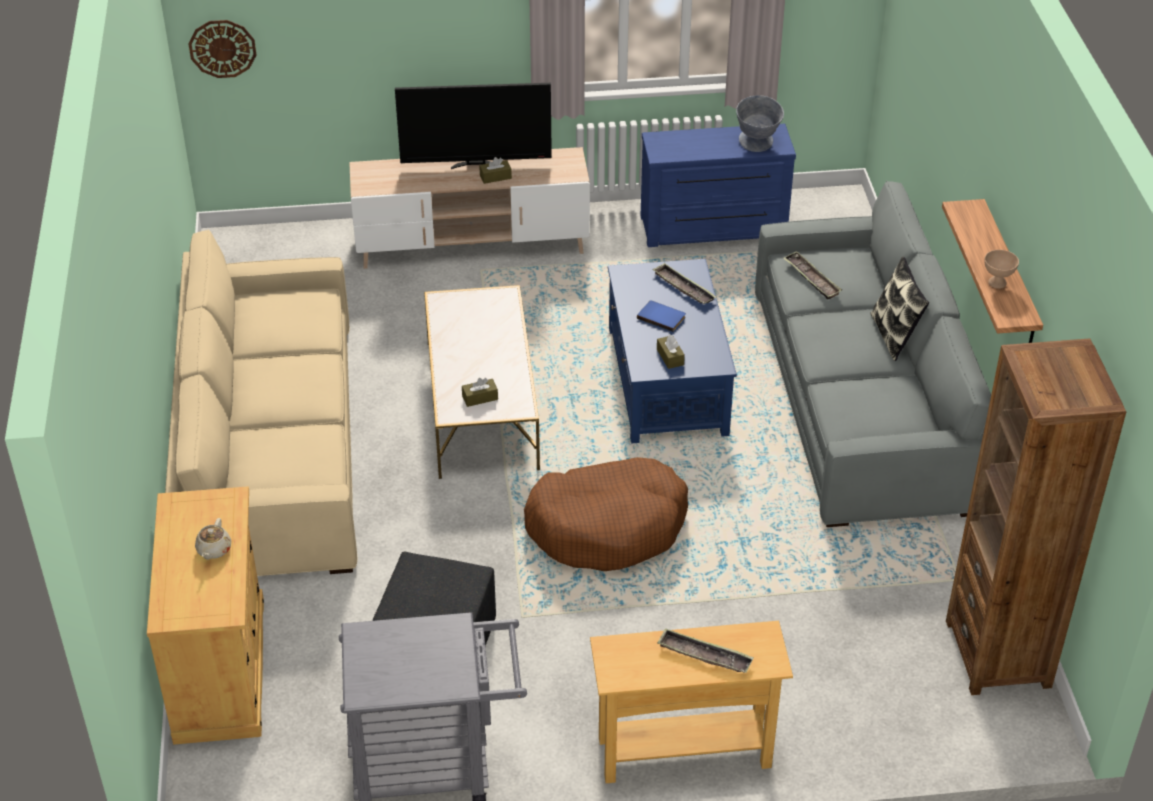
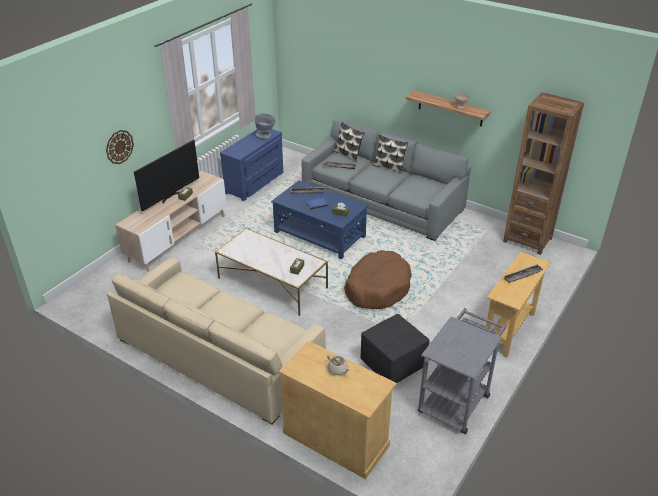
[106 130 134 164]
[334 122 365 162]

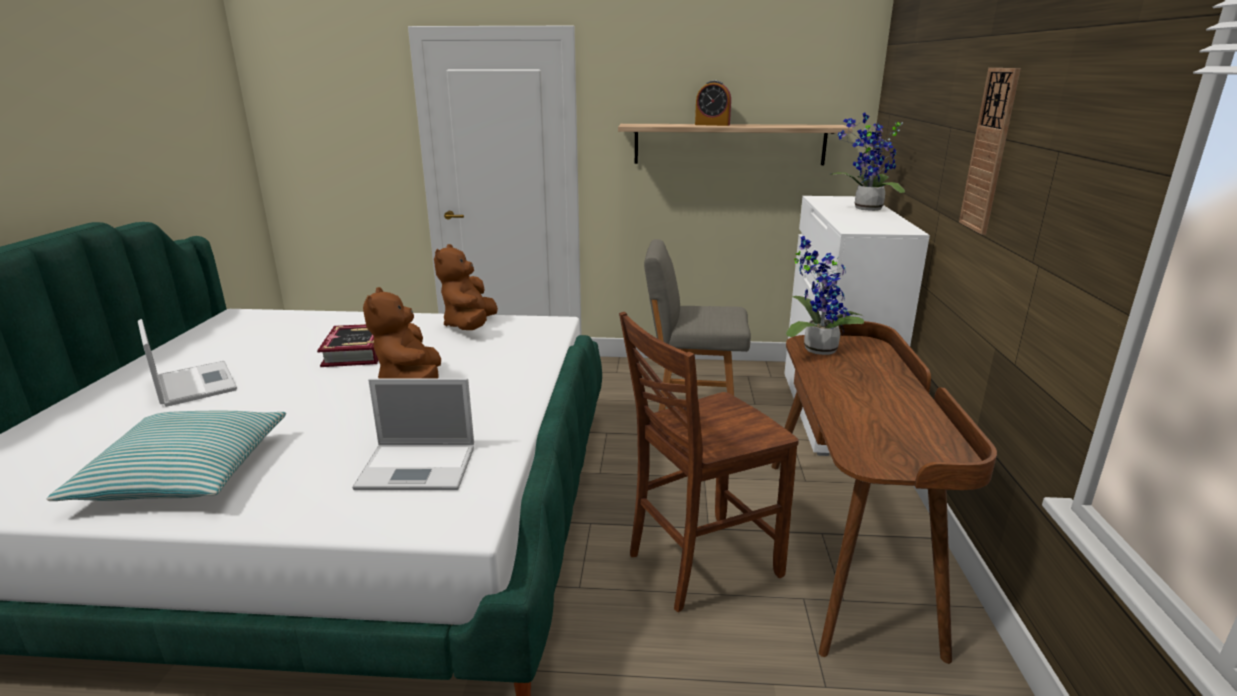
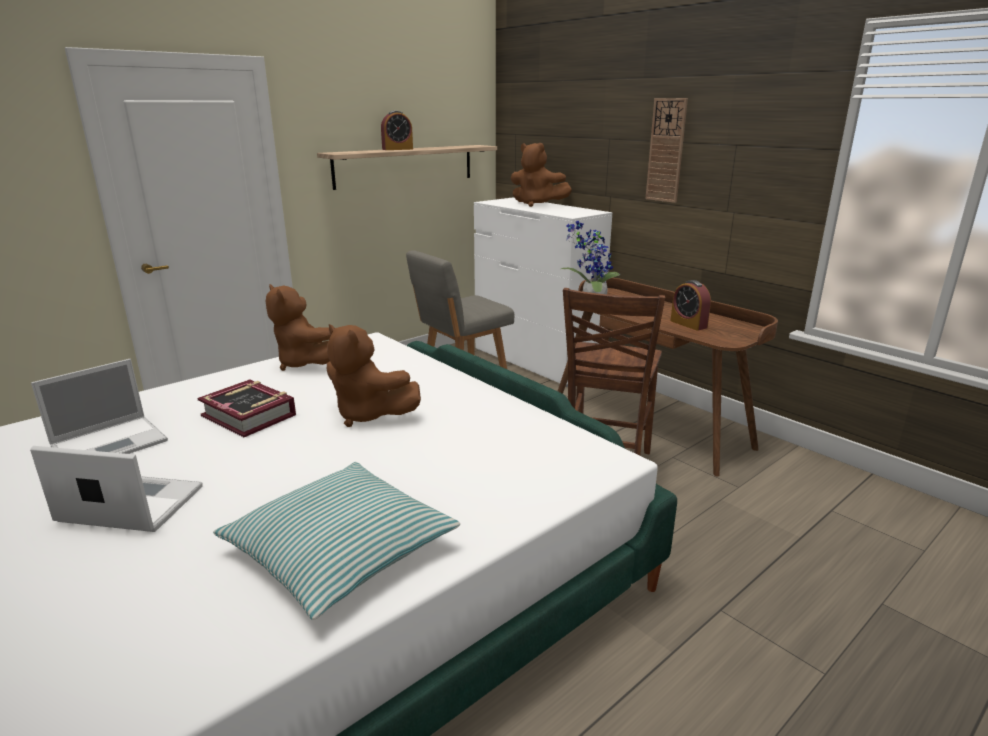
[31 359 168 454]
[511 143 572 207]
[671 280 711 331]

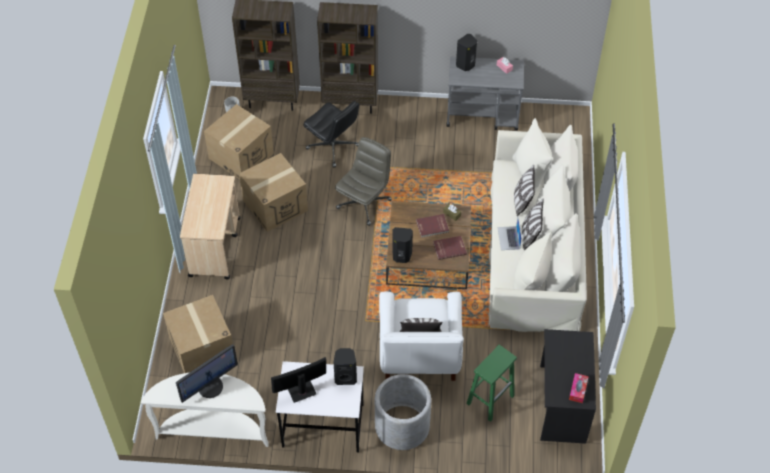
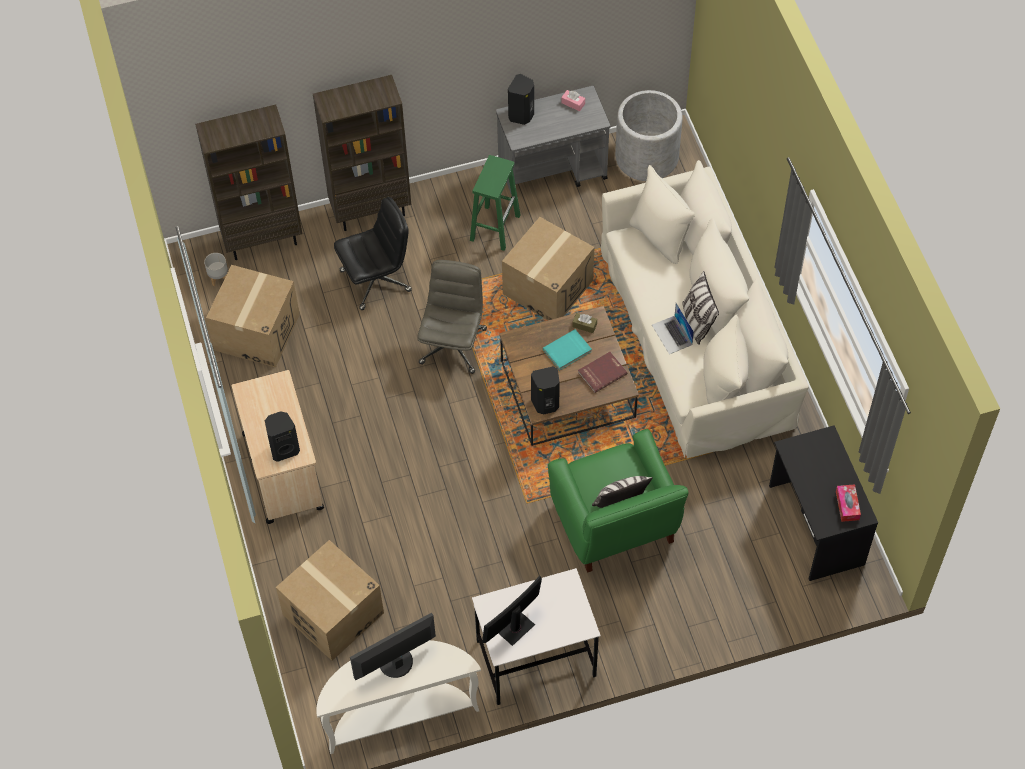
[350 613 436 680]
[502 217 594 320]
[334 197 412 310]
[265 411 300 462]
[615 90 683 181]
[548 429 689 573]
[543 329 592 370]
[470 155 520 251]
[514 165 535 216] (first image)

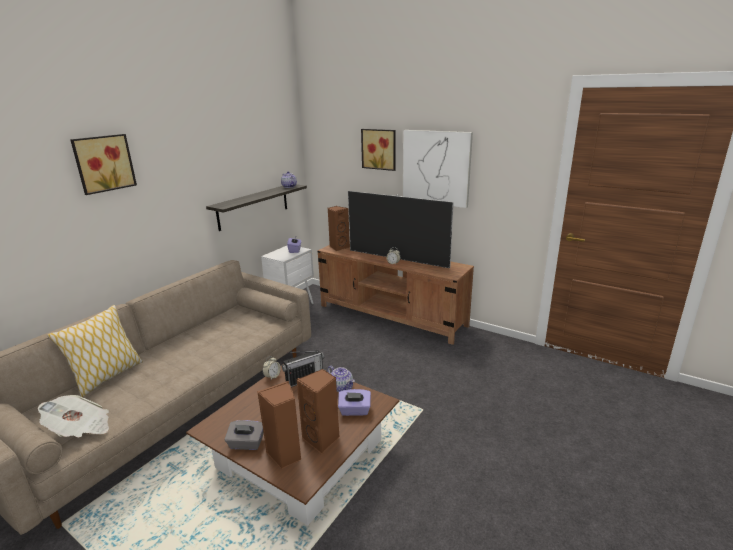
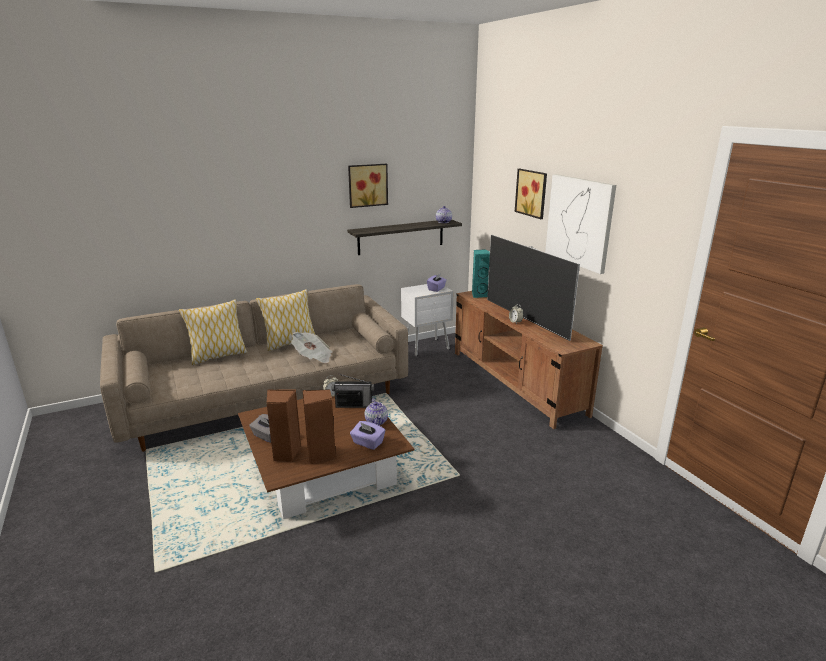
[291 332 333 363]
[348 164 388 208]
[472 249 490 298]
[256 289 315 351]

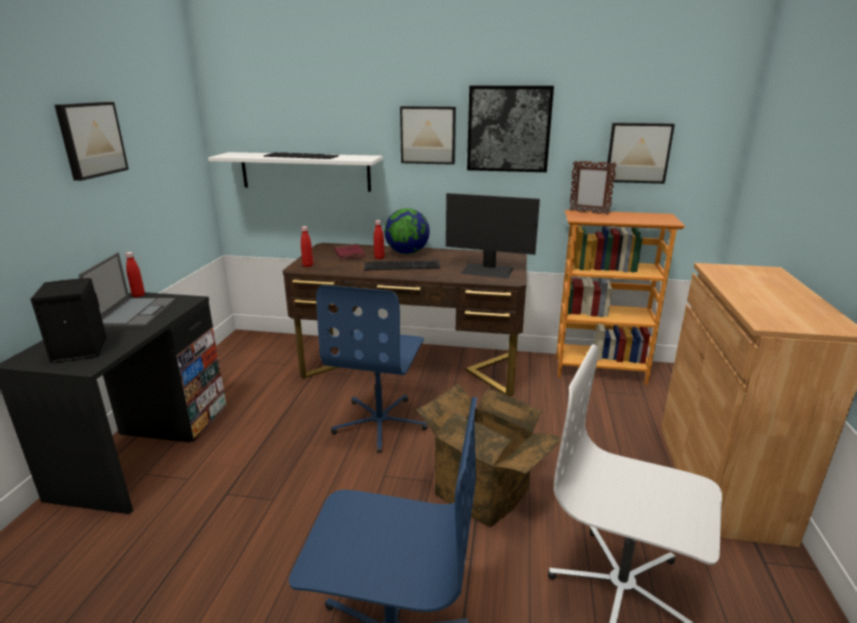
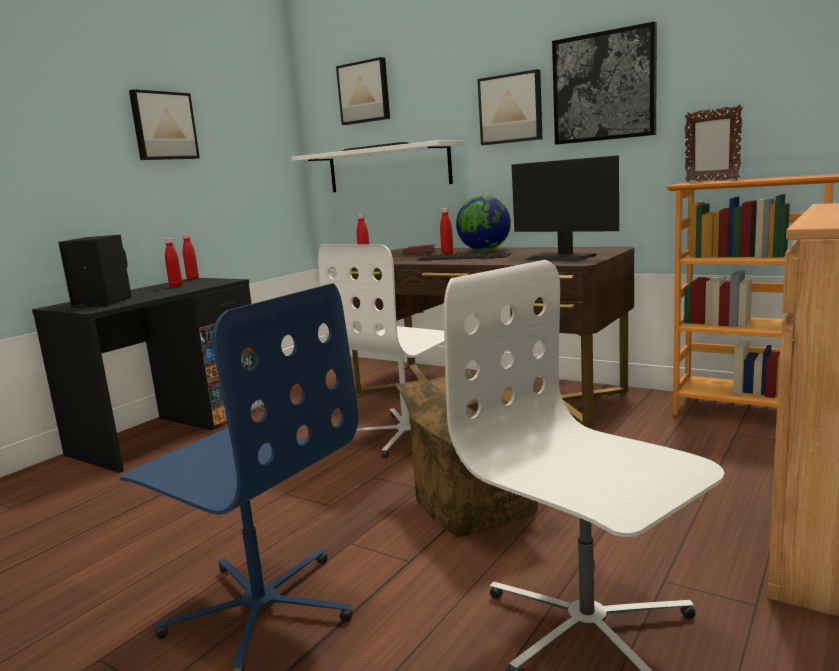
[165 238 182 287]
[318 244 445 458]
[336 57 390 125]

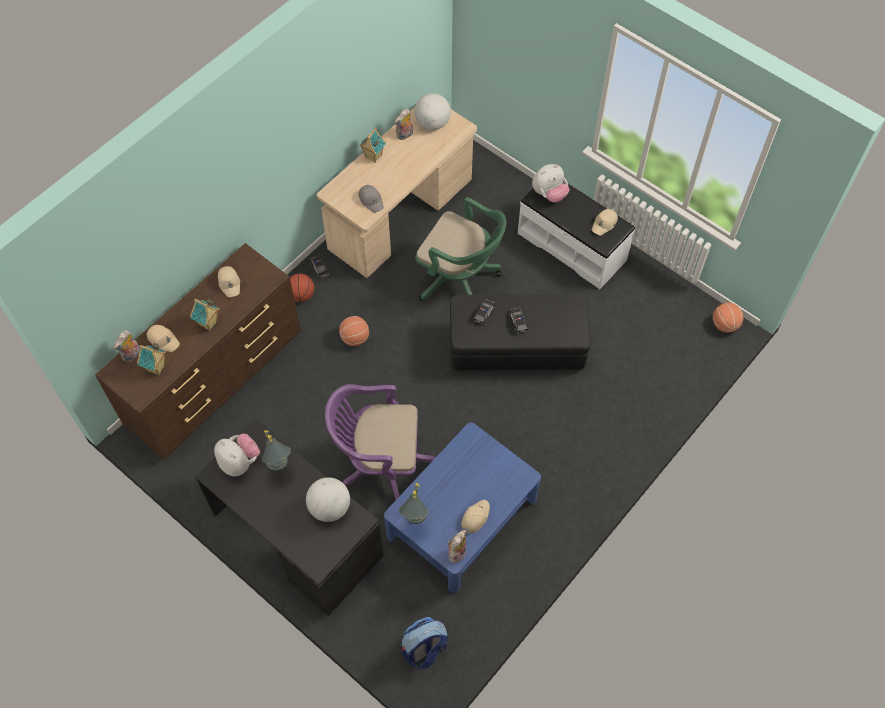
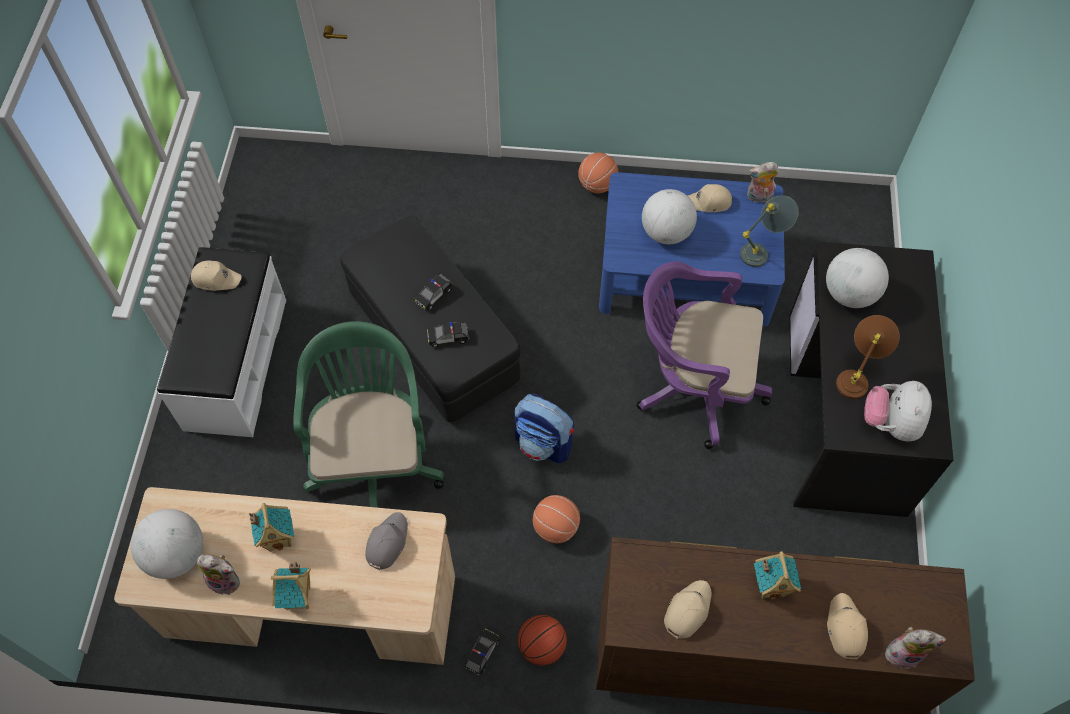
[249 503 294 552]
[836 315 900 399]
[637 261 772 449]
[514 394 574 464]
[532 164 569 203] (first image)
[578 152 618 194]
[642 189 697 244]

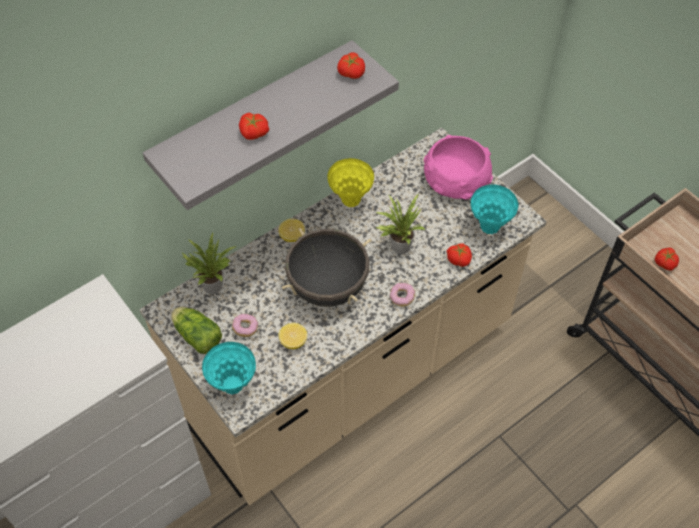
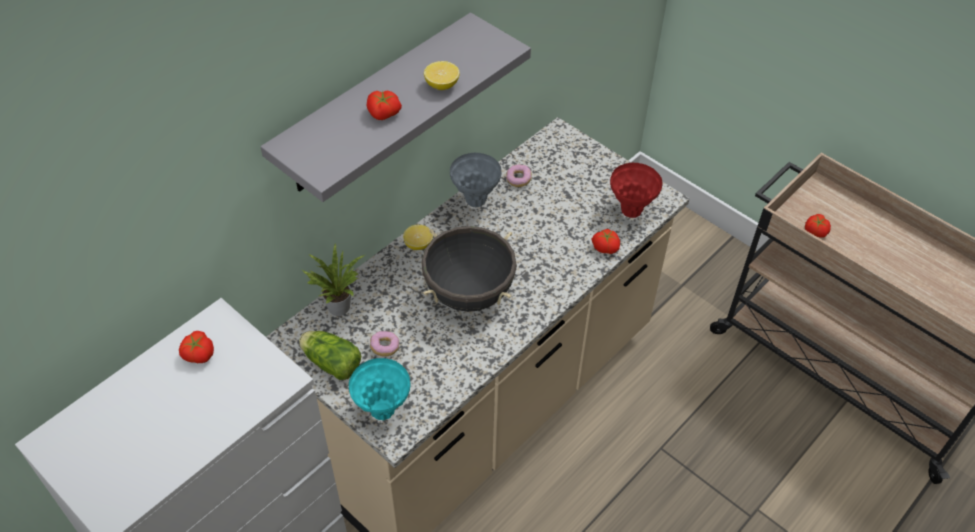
[424 61 460 90]
[450 153 501 207]
[179 331 214 363]
[375 195 426 254] (first image)
[506 165 532 187]
[424 135 493 200] (first image)
[610 163 663 218]

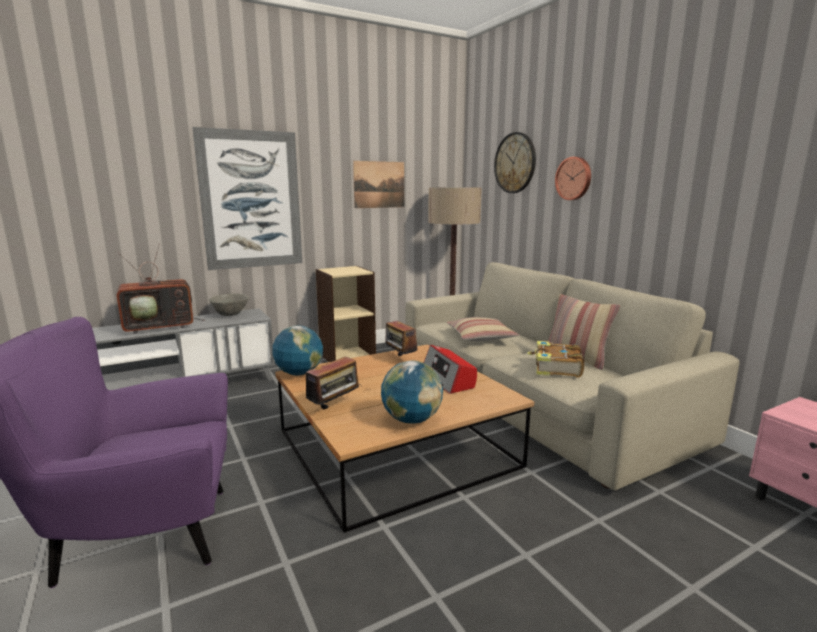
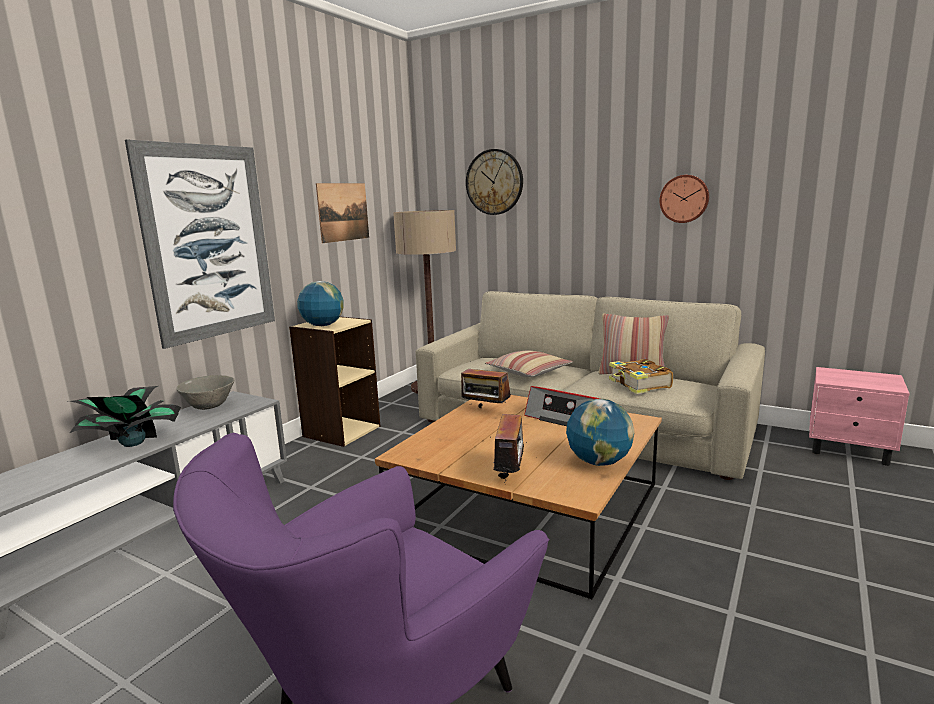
[67 386 181 447]
[297 281 344 326]
[659 175 709 223]

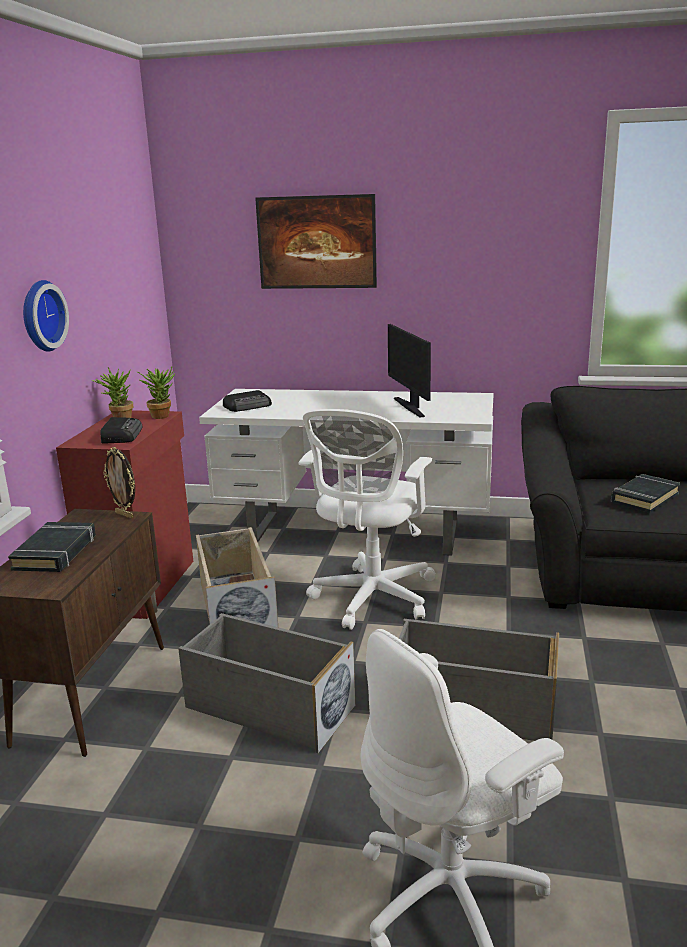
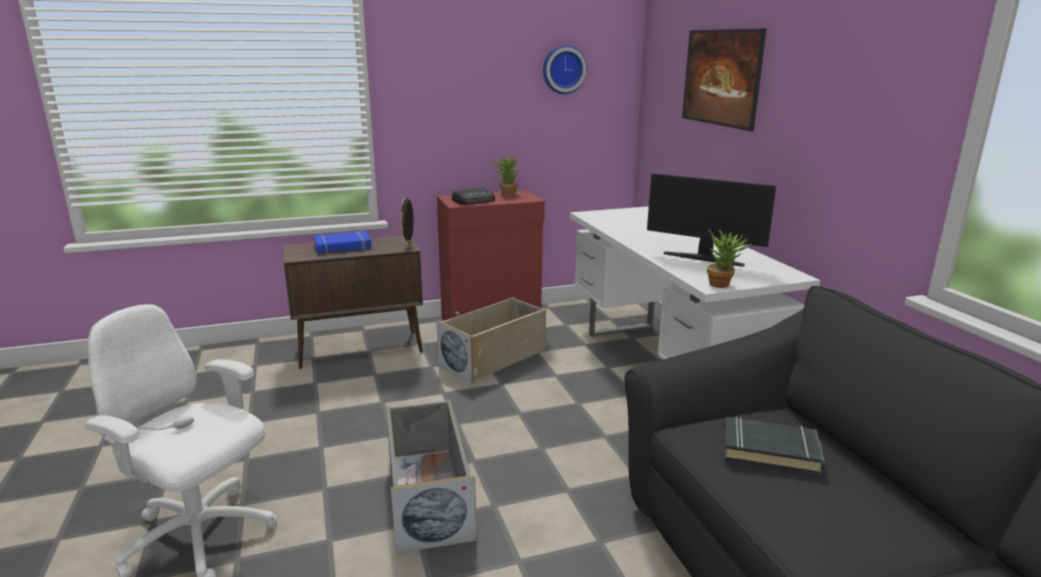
[313 231 371 254]
[543 45 587 94]
[707 230 751 288]
[178 613 355 753] (first image)
[223 390 272 412] (first image)
[299 409 436 630] (first image)
[647 173 776 267]

